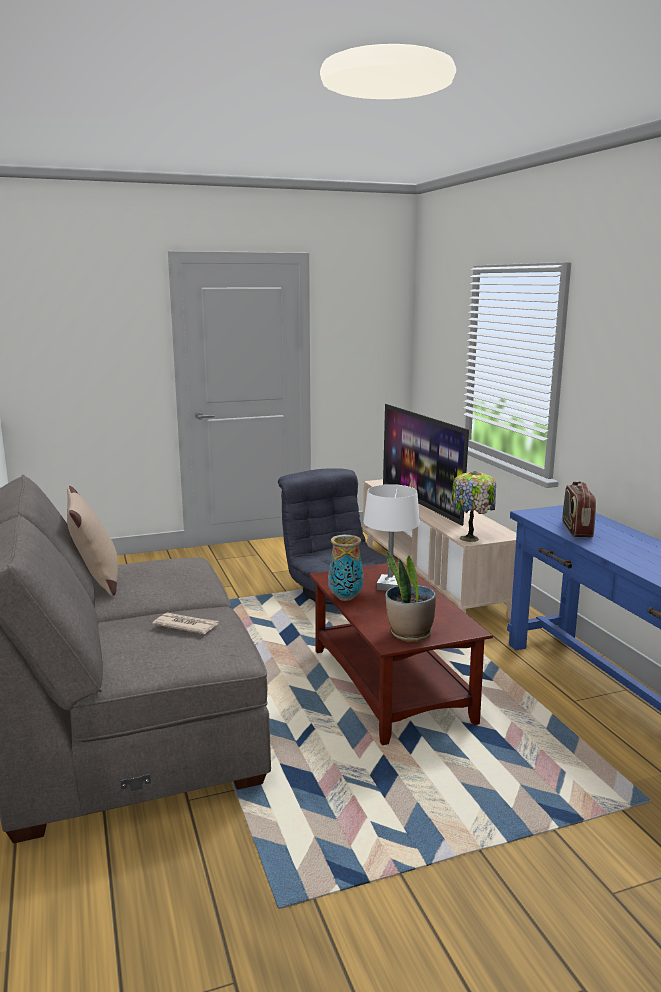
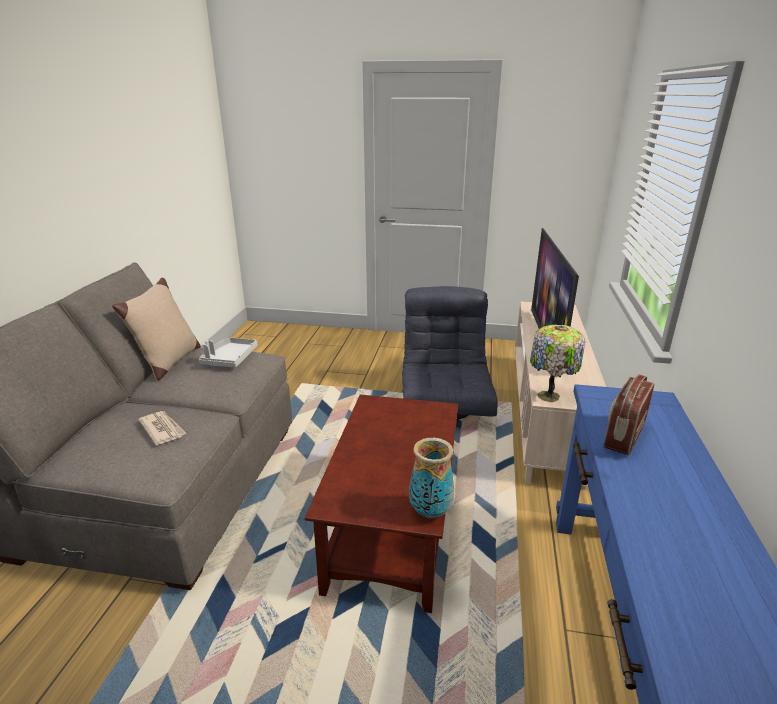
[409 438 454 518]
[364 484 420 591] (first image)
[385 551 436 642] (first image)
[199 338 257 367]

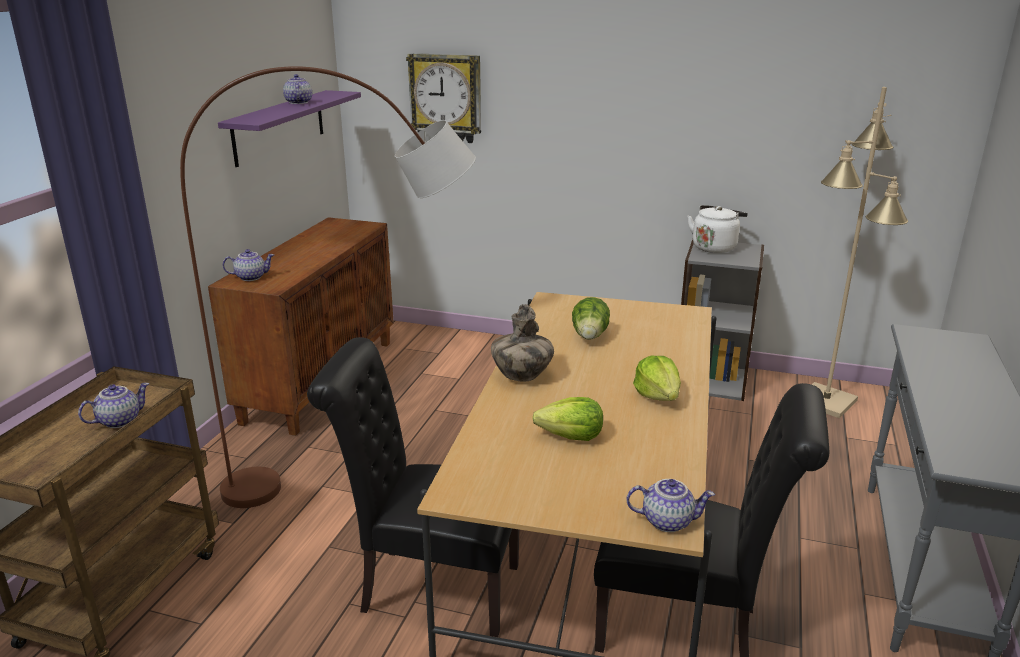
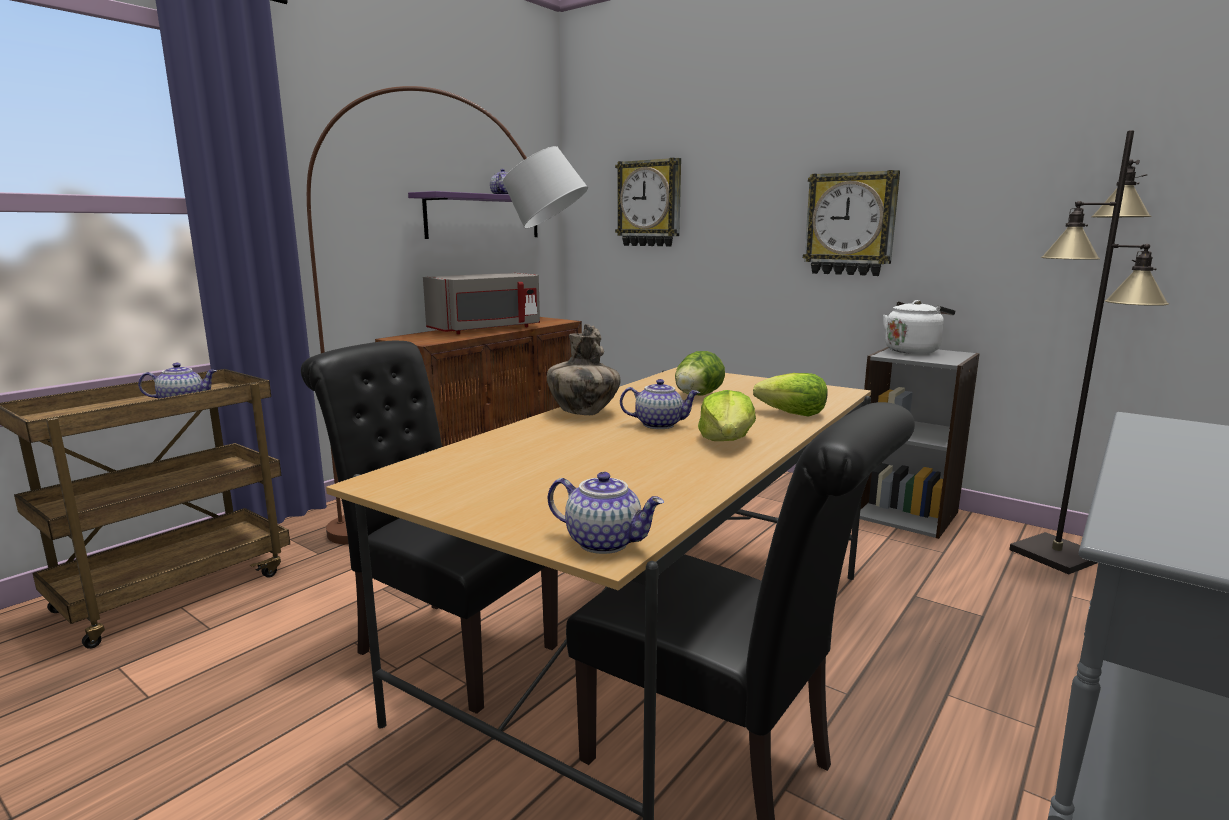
[620 379 700 429]
[753 373 828 417]
[1010 130 1169 574]
[423 273 540 334]
[803 170 900 276]

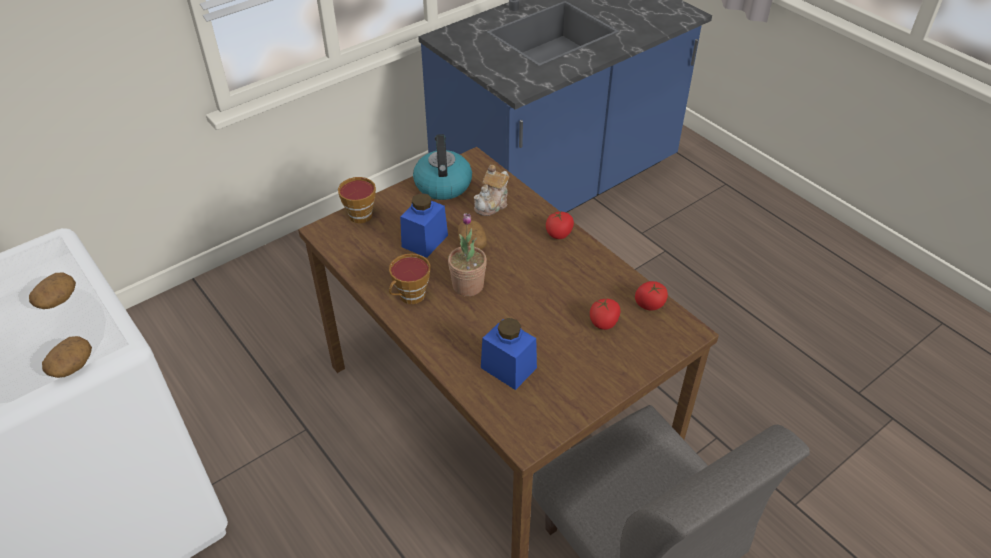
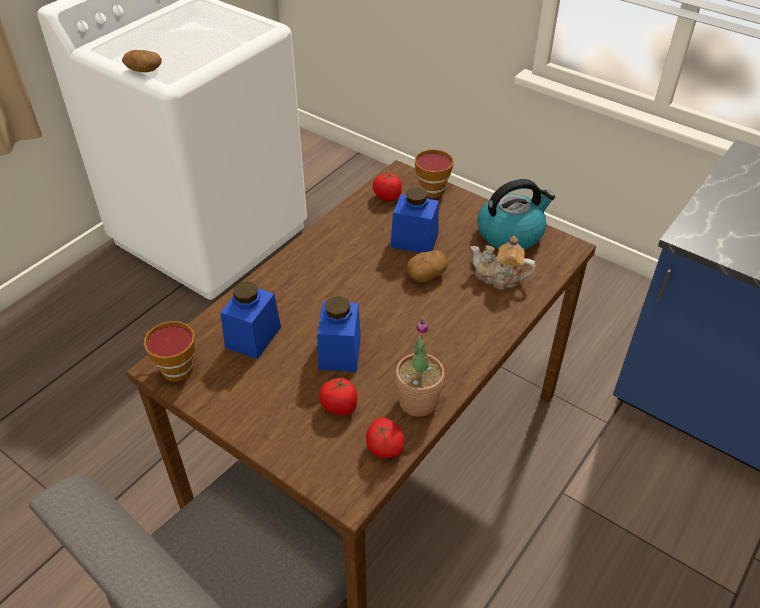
[29 273 76 309] (first image)
[144 321 195 382]
[395 318 445 416]
[373 171 402 201]
[317 296 361 372]

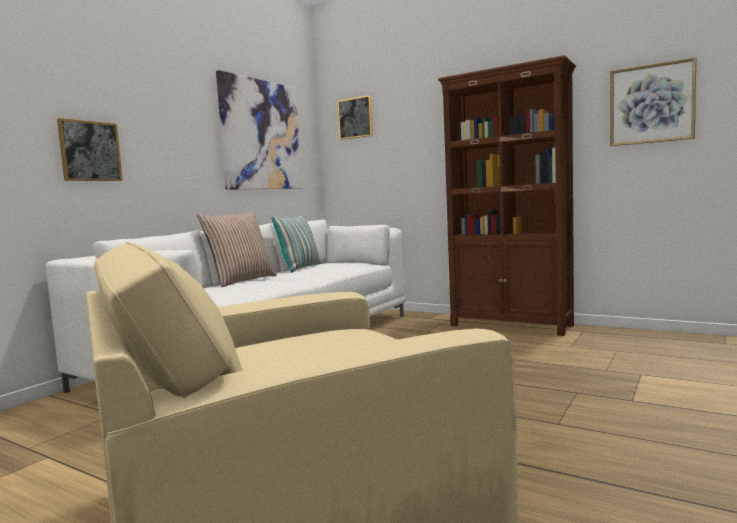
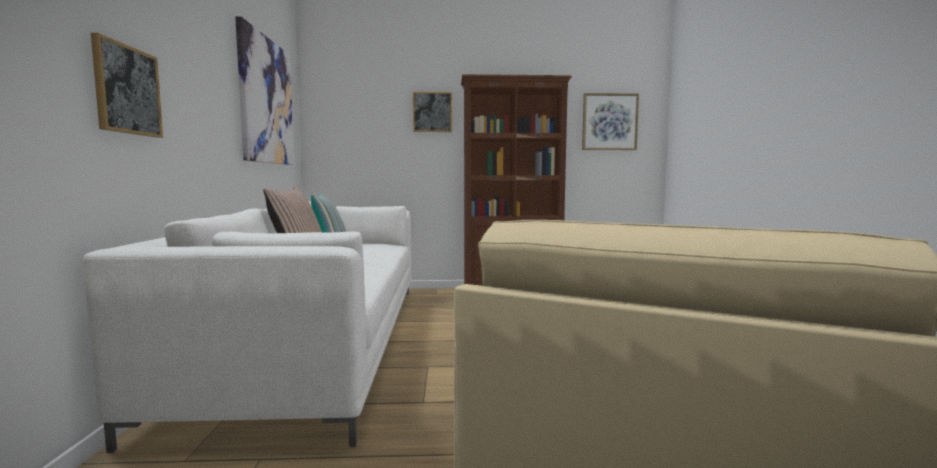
[413 92 452 132]

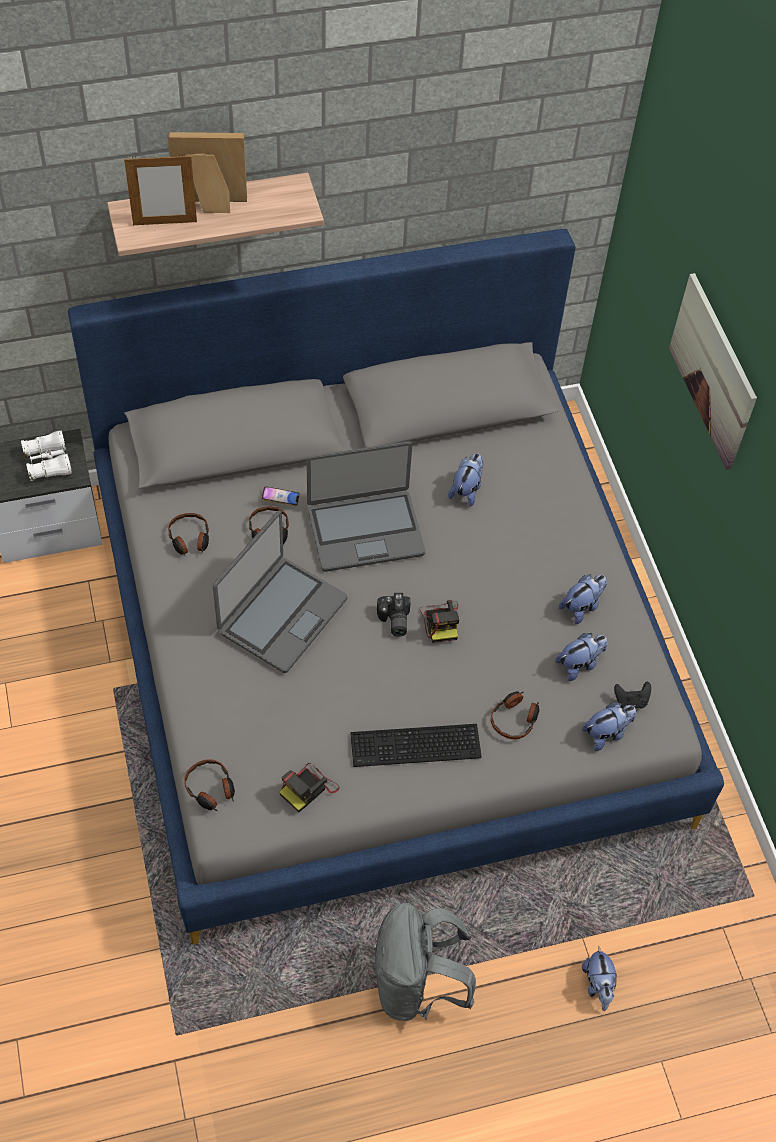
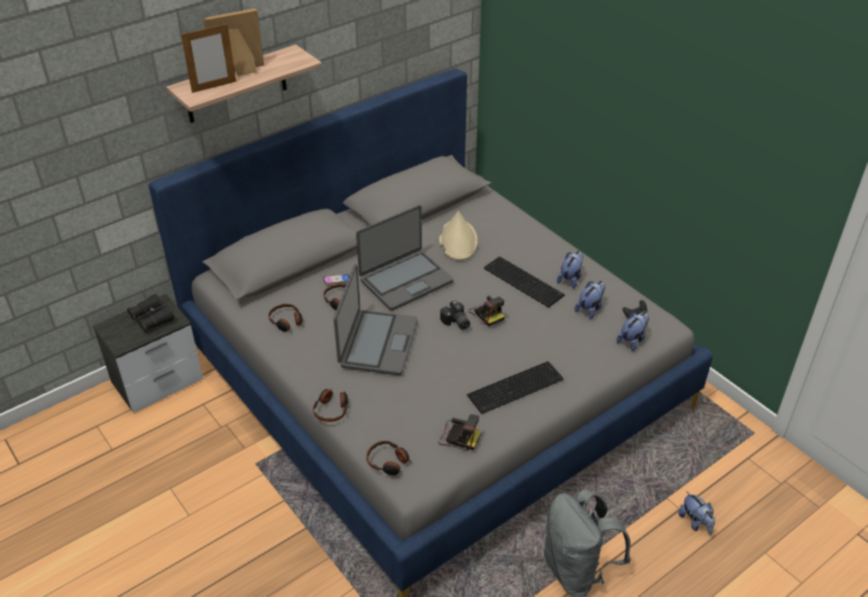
[127 294 174 333]
[438 414 481 451]
[439 211 478 261]
[313 389 348 422]
[669 273 757 470] (first image)
[484 257 565 308]

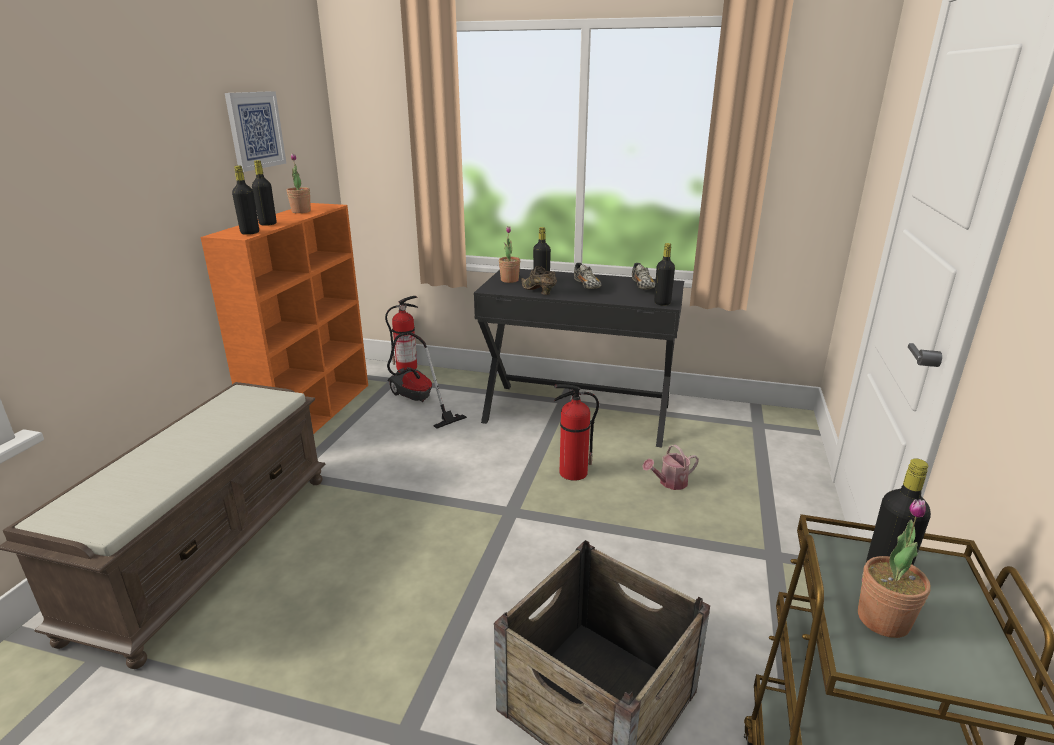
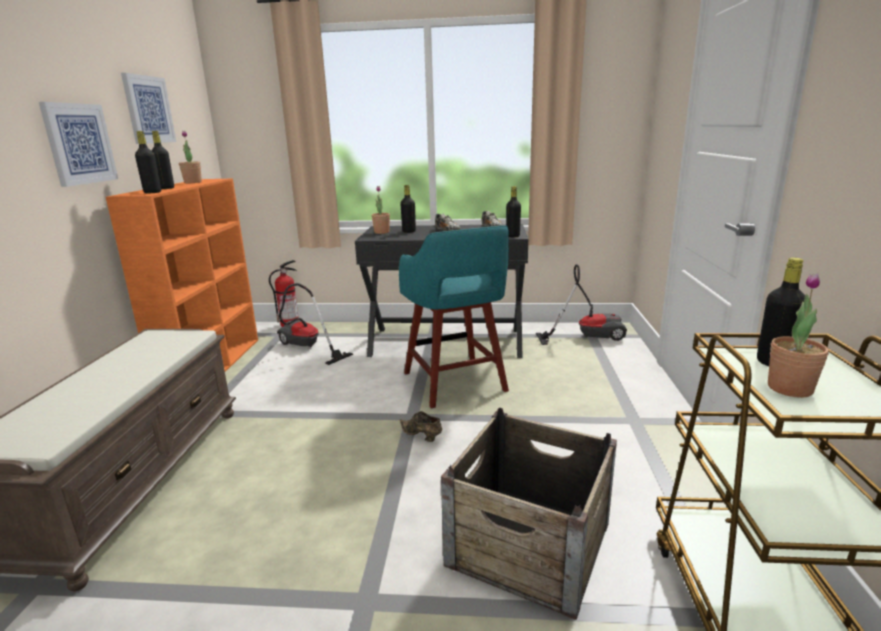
[400 411 442 442]
[399 226 509 409]
[642 445 699 490] (first image)
[39 102 118 187]
[536 264 627 345]

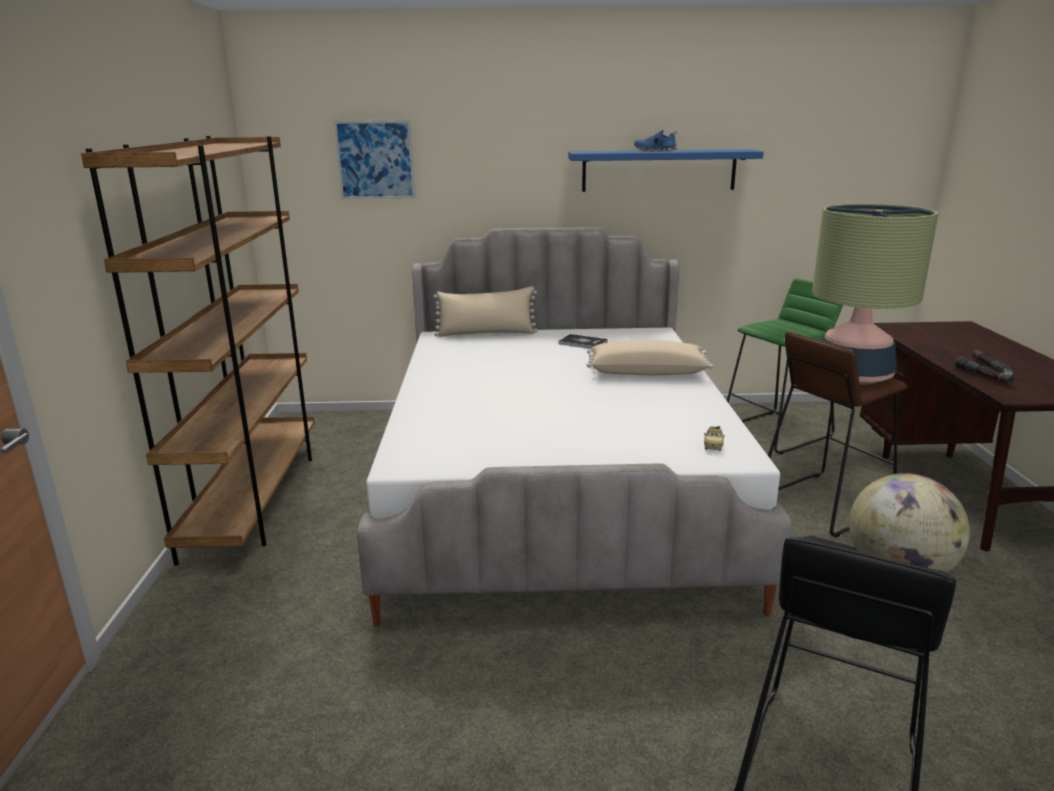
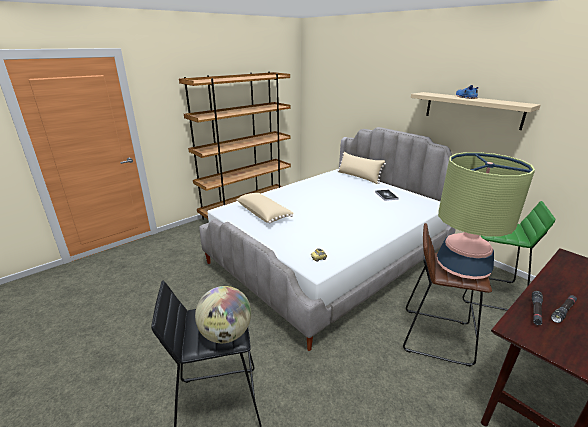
[334 120 415 199] (first image)
[411 92 541 130]
[237 193 294 223]

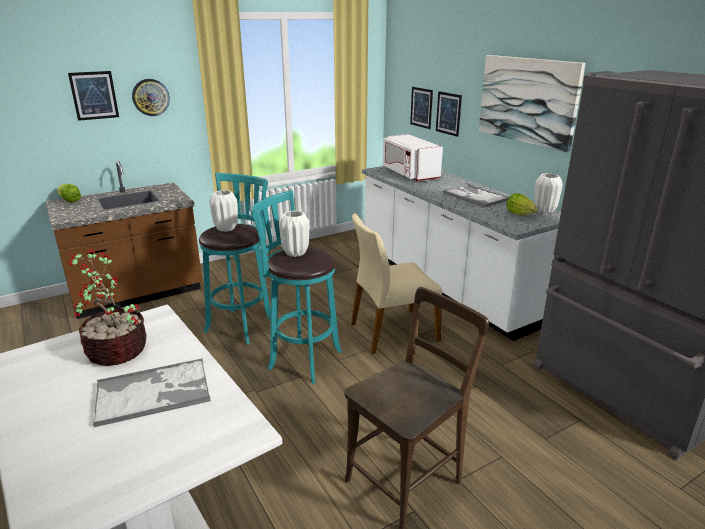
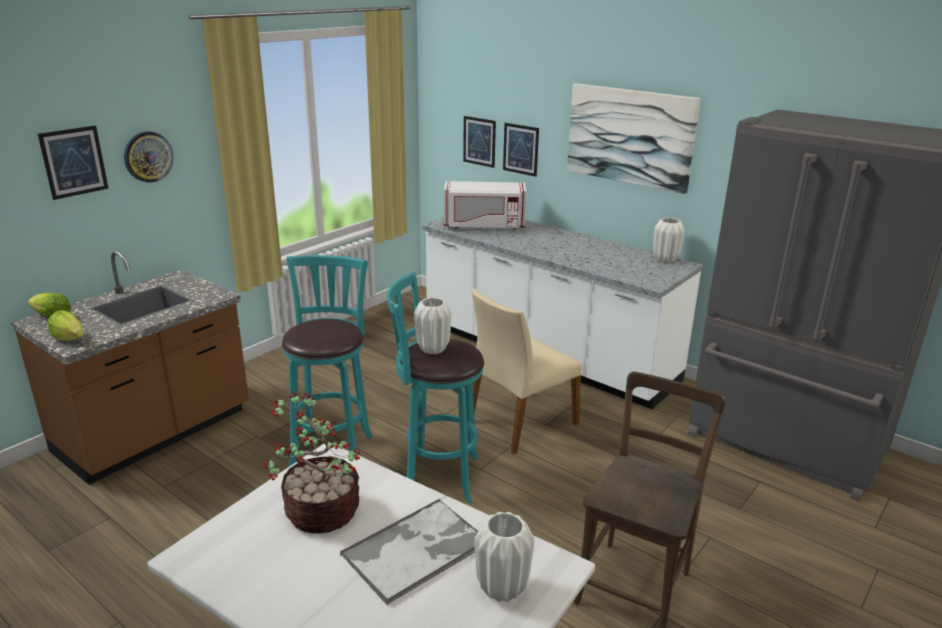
[475 512 534 602]
[444 181 527 229]
[443 185 509 208] (first image)
[48 310 84 341]

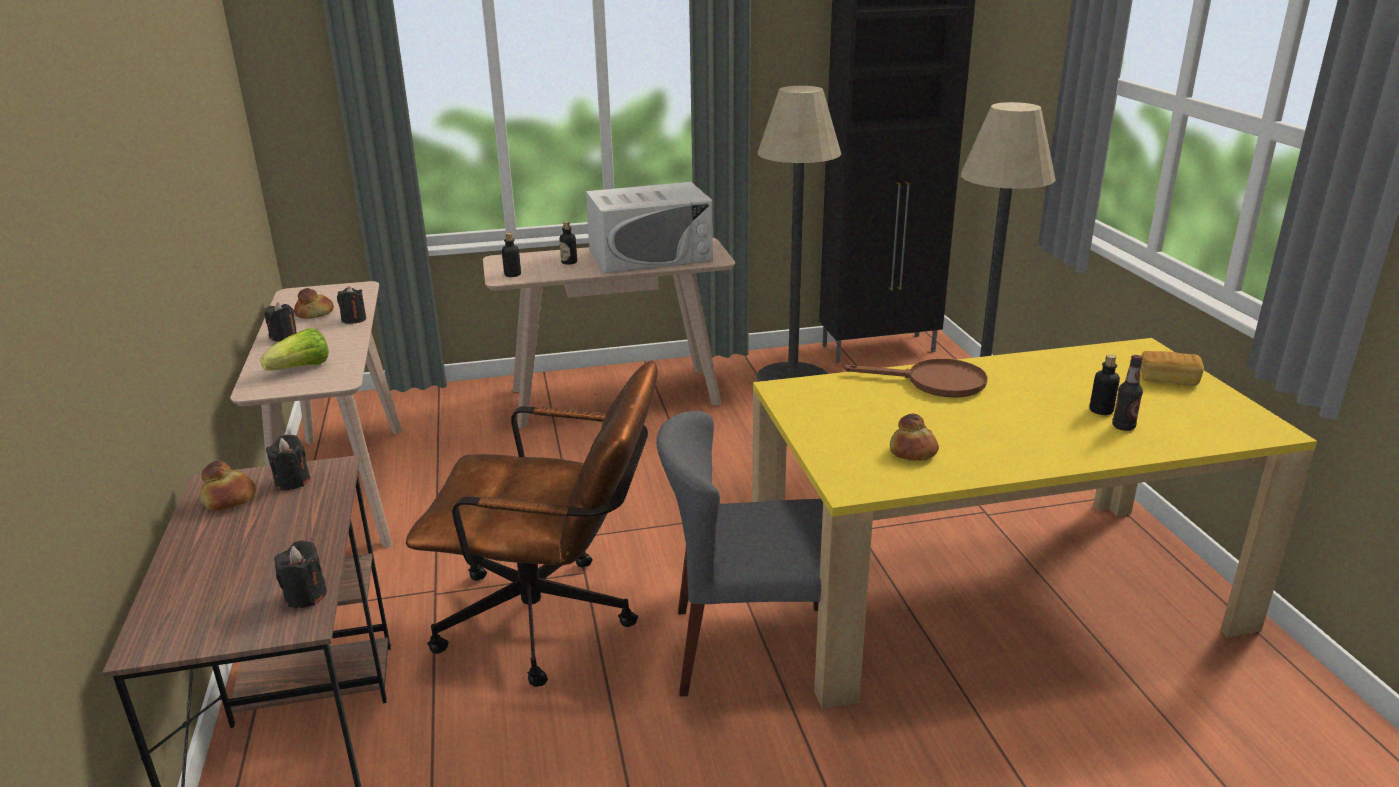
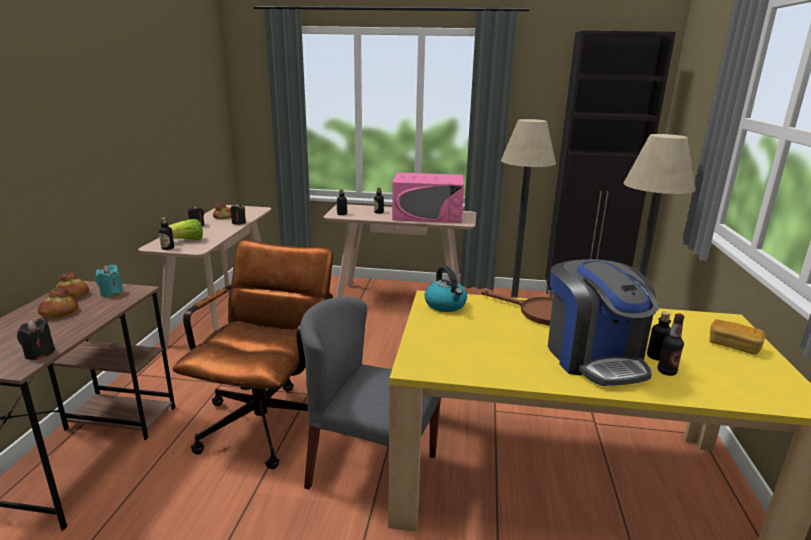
[96 265 123 297]
[172 240 333 469]
[392 173 464 223]
[38 287 79 318]
[159 217 174 250]
[425 266 467 312]
[548 259 659 386]

